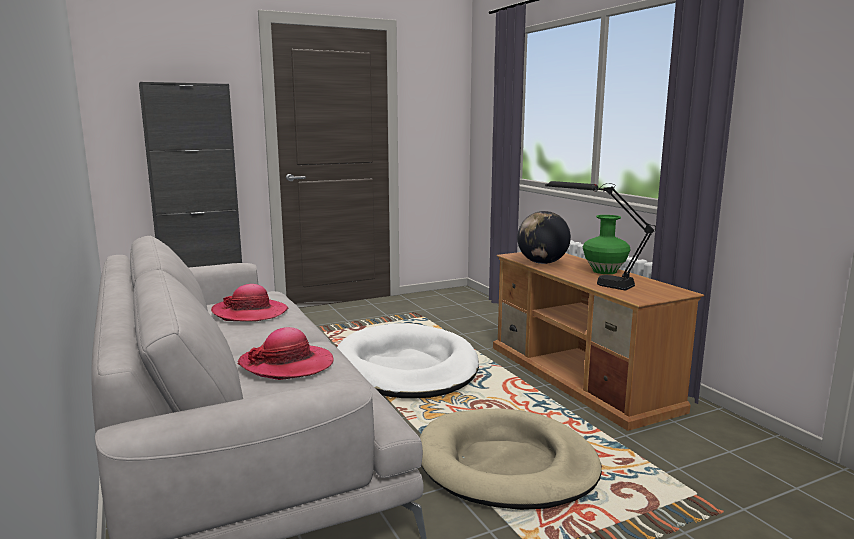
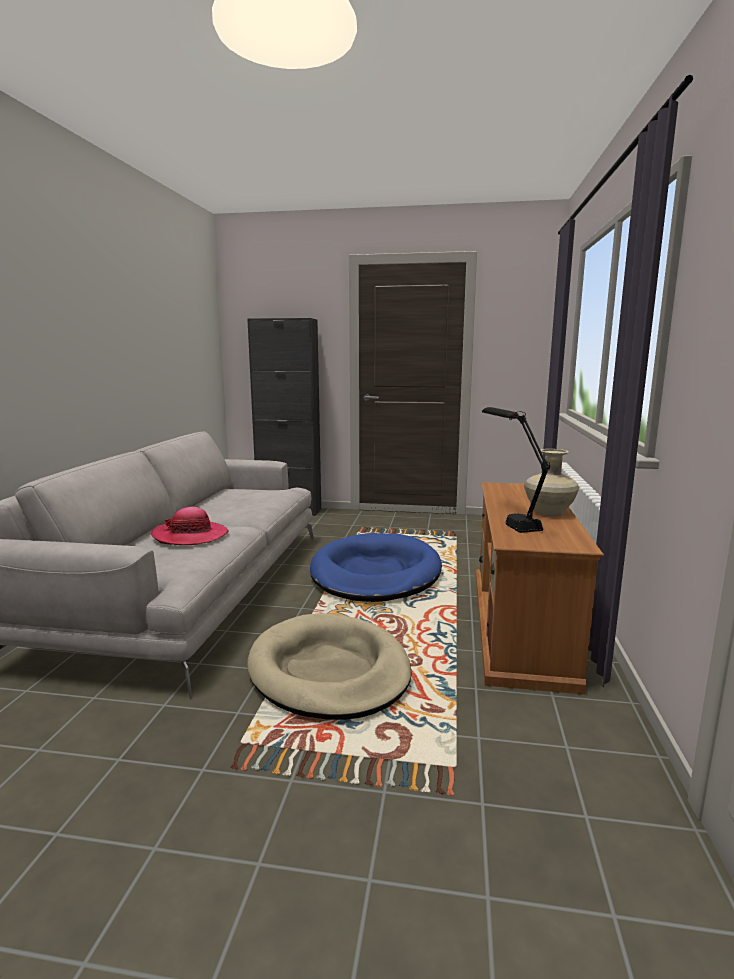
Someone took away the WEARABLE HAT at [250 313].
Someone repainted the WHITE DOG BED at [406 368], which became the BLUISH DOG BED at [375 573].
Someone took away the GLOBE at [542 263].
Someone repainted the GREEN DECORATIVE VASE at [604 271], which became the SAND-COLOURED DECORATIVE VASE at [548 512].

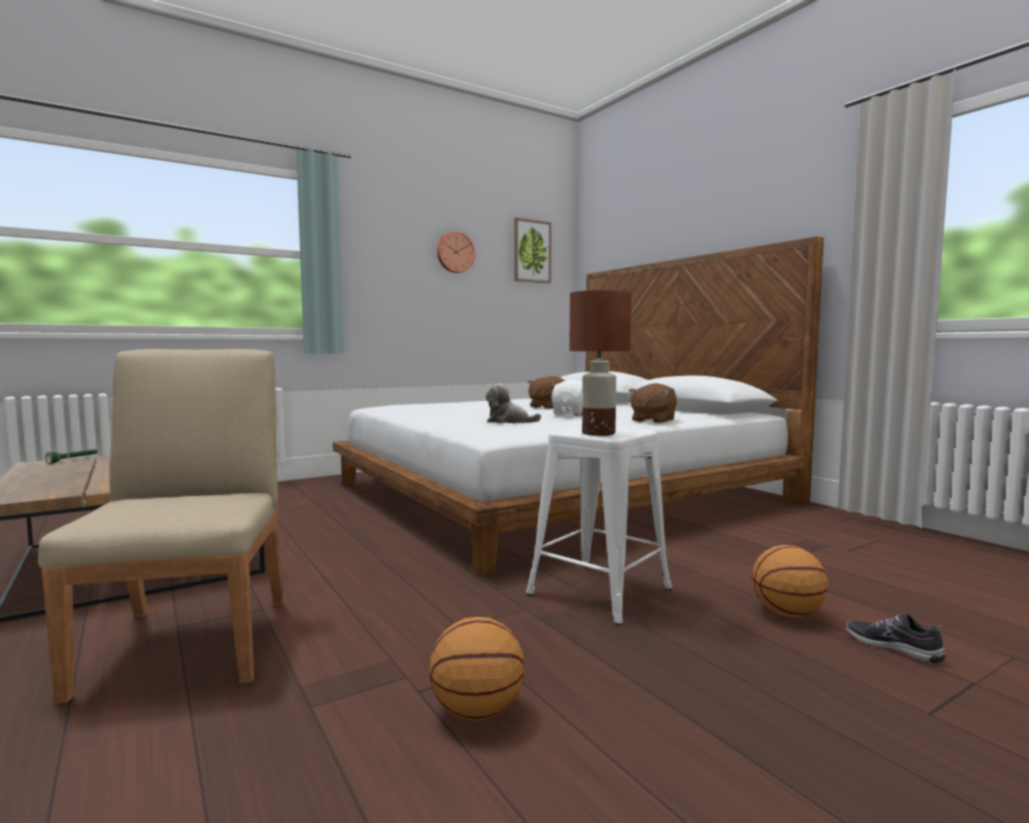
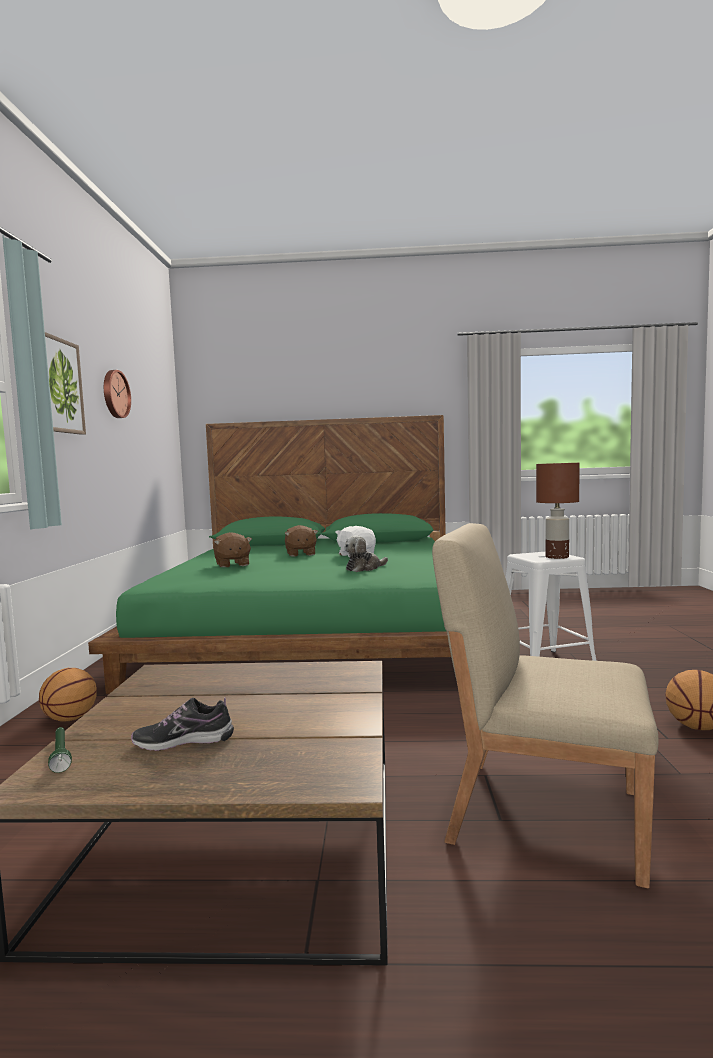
Someone repainted the WHITE BED at [555 492], which became the GREEN BED at [316 630].
Someone carried the WALL ART from [531 251] to [60 386].
Someone carried the BROWN-COLOURED PLUSH TOY from [652 420] to [232 565].
Someone carried the BASKETBALL BALL from [787 613] to [70 718].
Someone carried the LOW SHOE from [893 647] to [184 741].

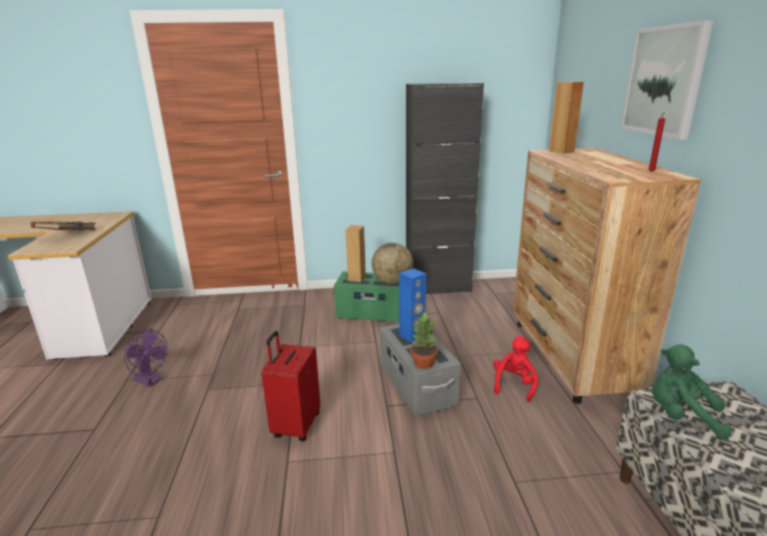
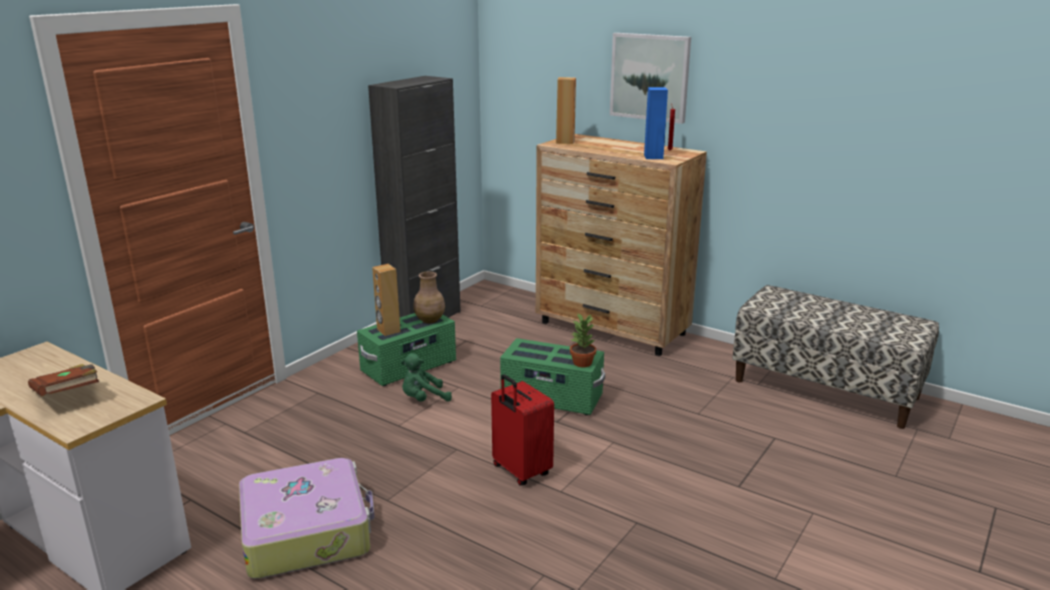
Someone swapped the PURPLE ELECTRIC FAN at [151 381] for the PIECE OF LUGGAGE at [307 531].
Someone swapped the GLOBE at [392 282] for the BROWN-COLOURED DECORATIVE VASE at [430 320].
Someone repainted the GRAY STORAGE BOX at [417 385], which became the GREEN STORAGE BOX at [552 398].
Someone carried the BLUISH SPEAKER from [412 335] to [654 157].
Someone took away the RED PLUSH TOY at [514 385].
Someone carried the GREEN PLUSH TOY from [681 416] to [423 399].

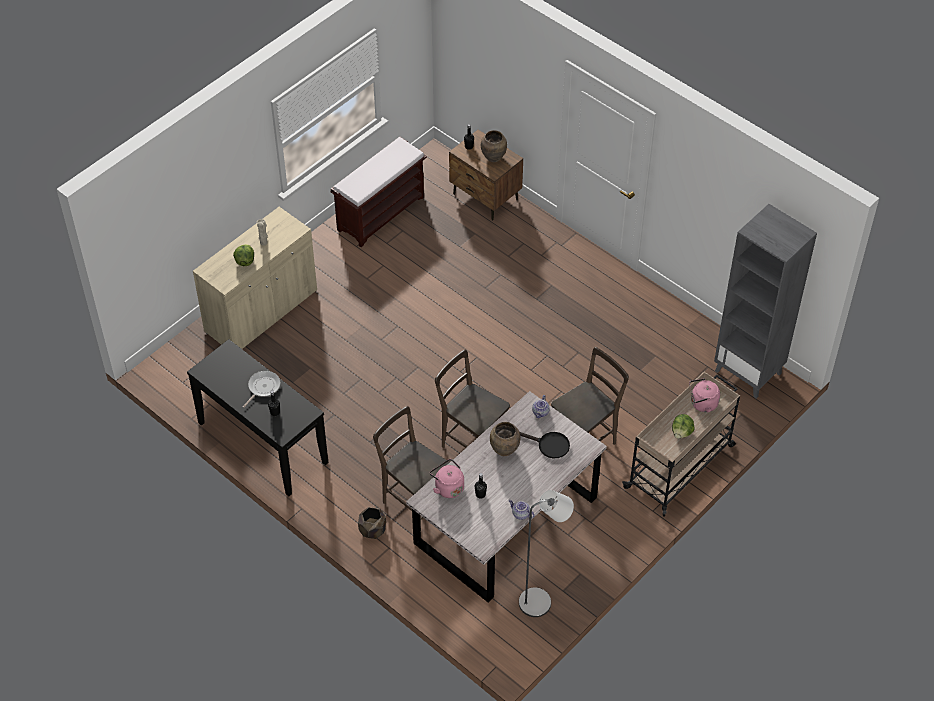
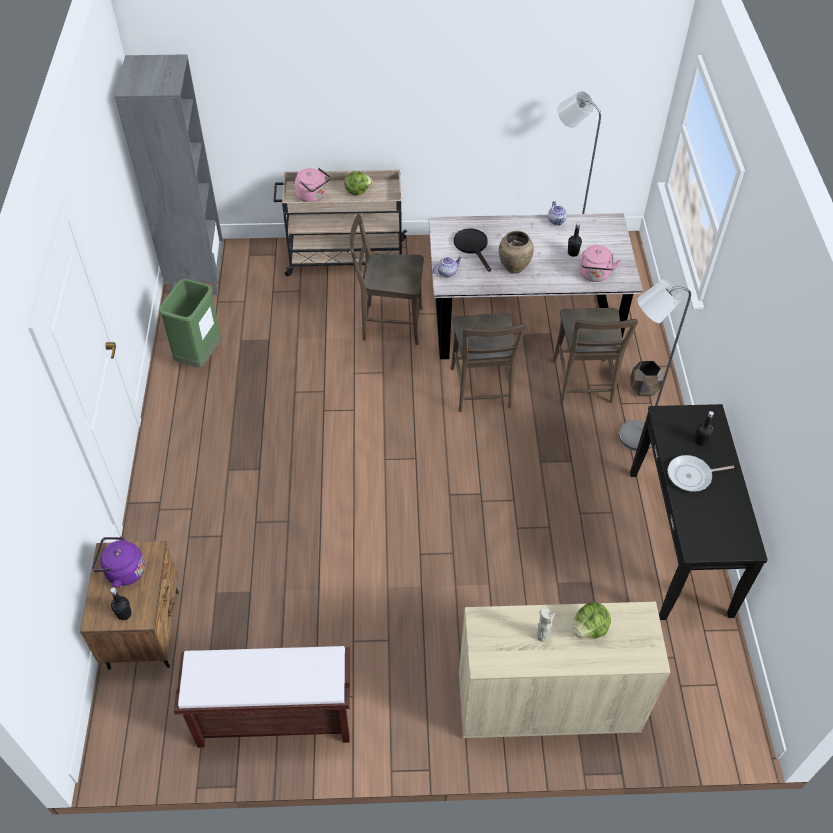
Someone swapped the BROWN-COLOURED DECORATIVE VASE at [494 158] for the PURPLE TEA KETTLE at [123 572].
Someone put down the GREEN TRASH CAN at [199 356].
Someone put down the GRAY STANDING LAMP at [629 437].

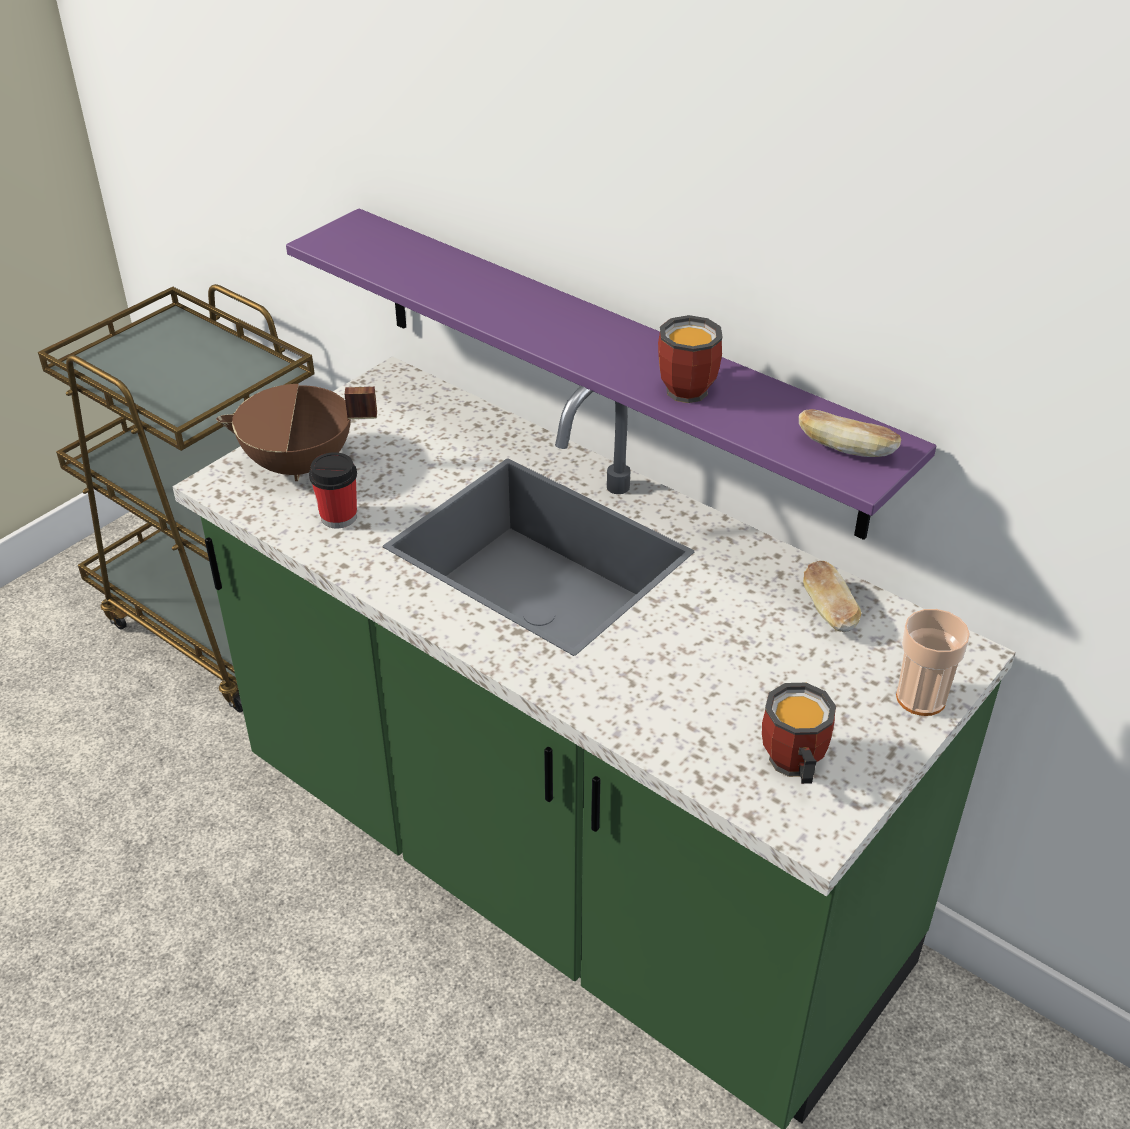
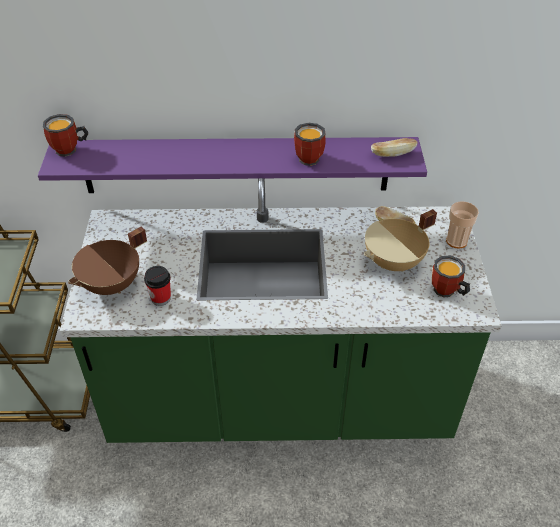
Someone put down the MUG at [70 150].
Someone put down the SAND-COLOURED COOKING POT at [394 263].

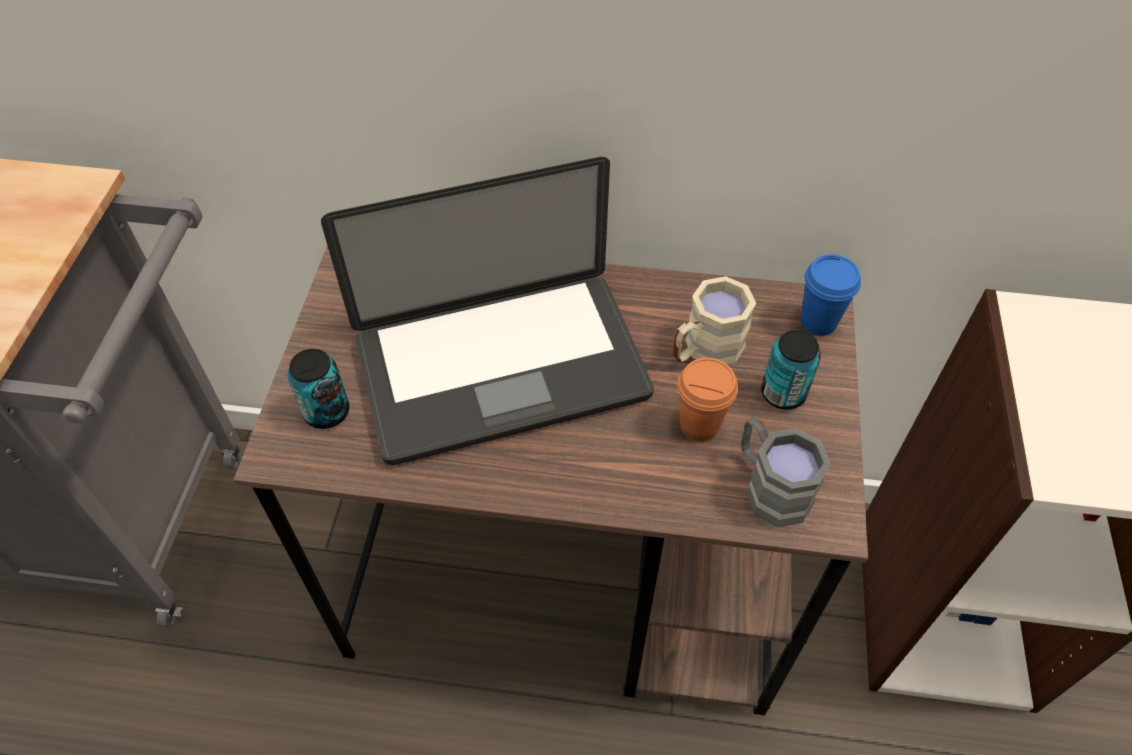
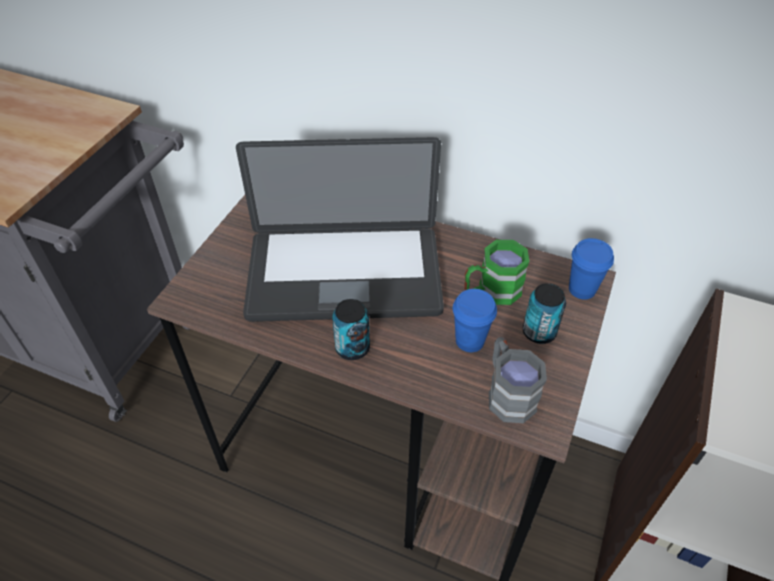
Someone carried the CAN from [327 412] to [352 348].
Someone repainted the SAND-COLOURED MUG at [704 350], which became the GREEN MUG at [491 291].
Someone repainted the ORANGEY CUP at [699 425], which became the BLUISH CUP at [469 341].

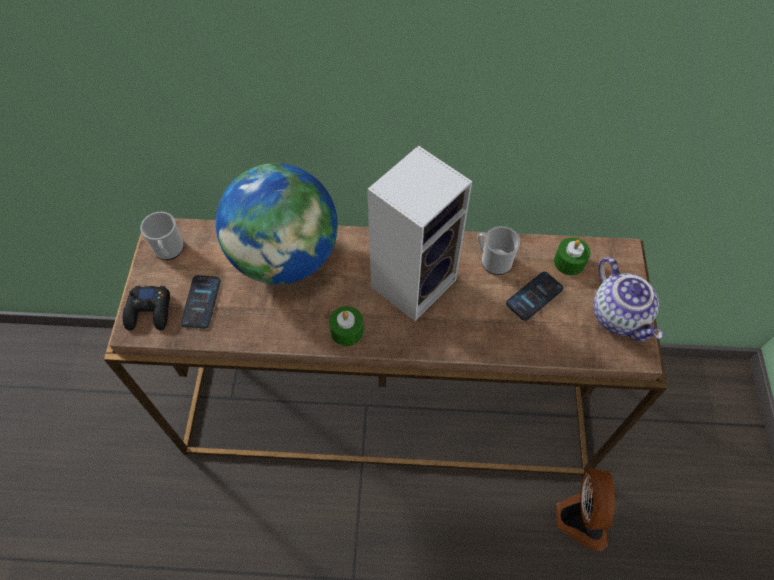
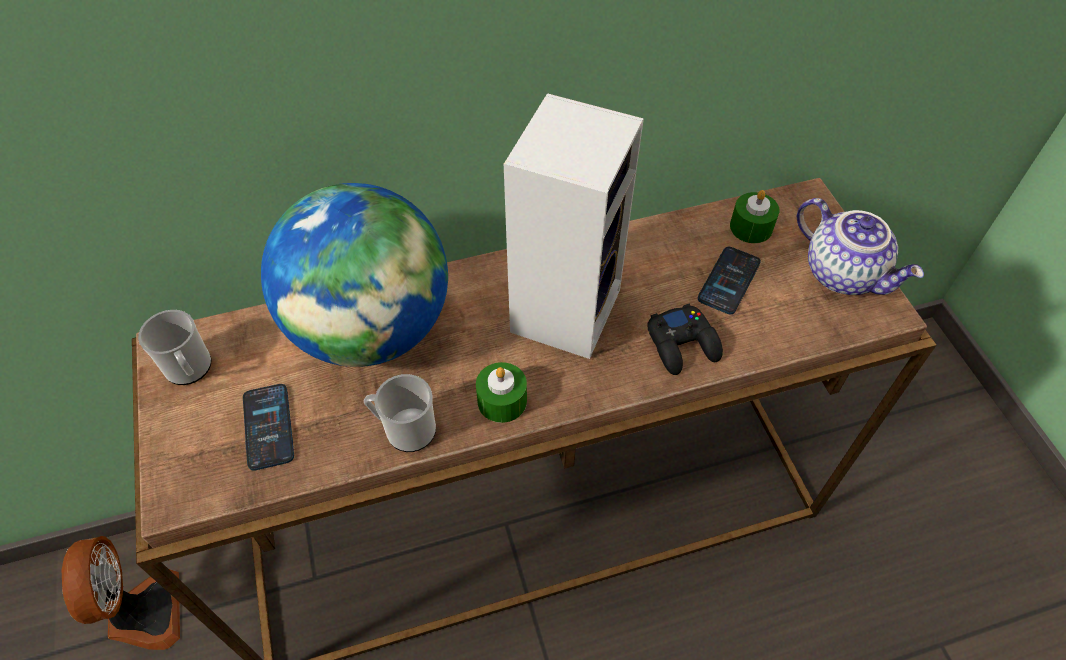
Someone carried the BLACKISH JOYPAD from [149 312] to [683 344].
Someone carried the MUG from [493 261] to [405 430].
Someone carried the ELECTRIC FAN from [580 518] to [144 613].

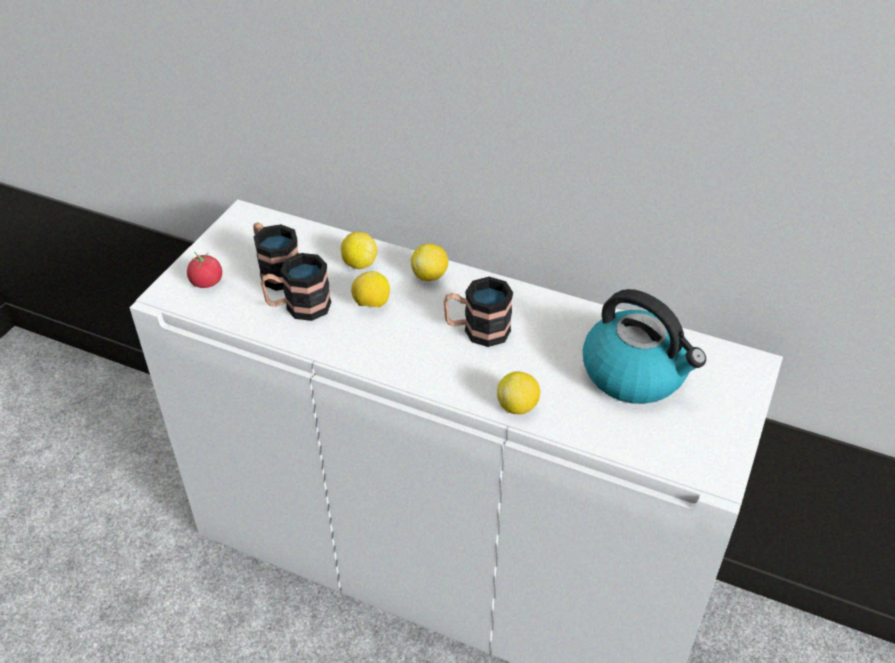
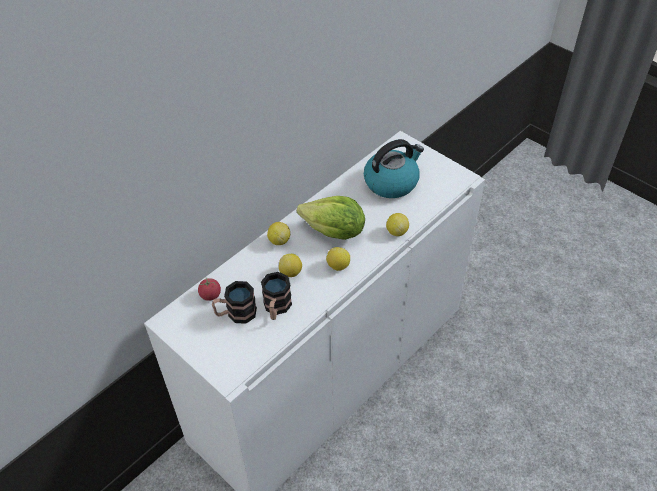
Someone carried the FRESH TOMATO from [207 282] to [210 295].
Someone carried the WHOLE LEMON from [359 263] to [338 266].
Someone swapped the MUG at [477 330] for the LETTUCE at [334 232].

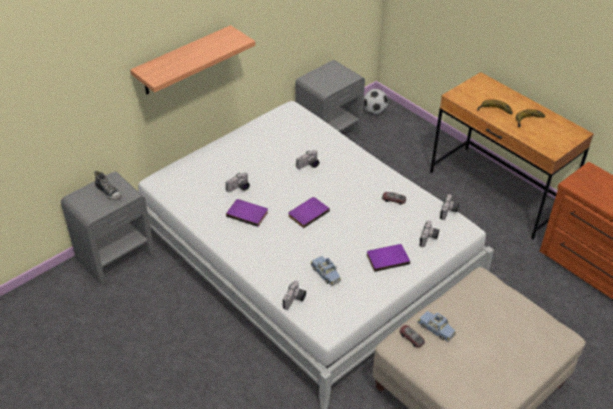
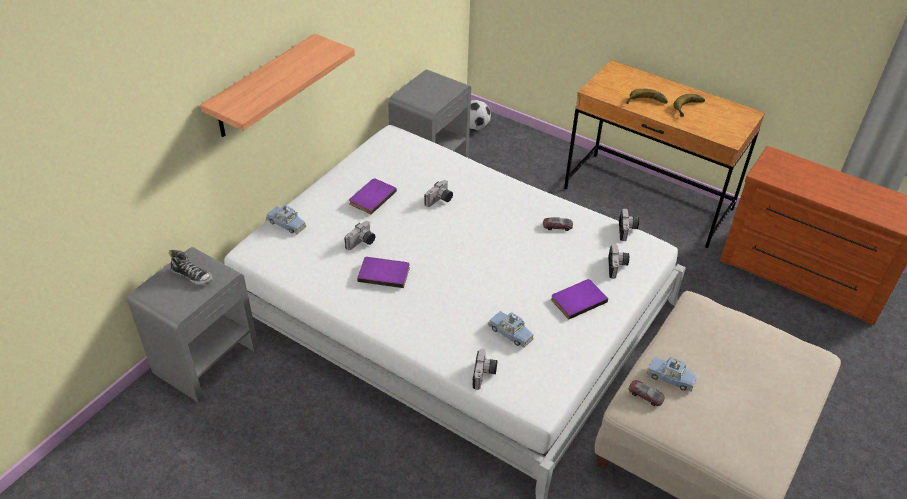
Someone carried the PURPLE BOOK from [307 213] to [371 197].
Someone put down the BLUISH MODEL CAR at [286 224].

